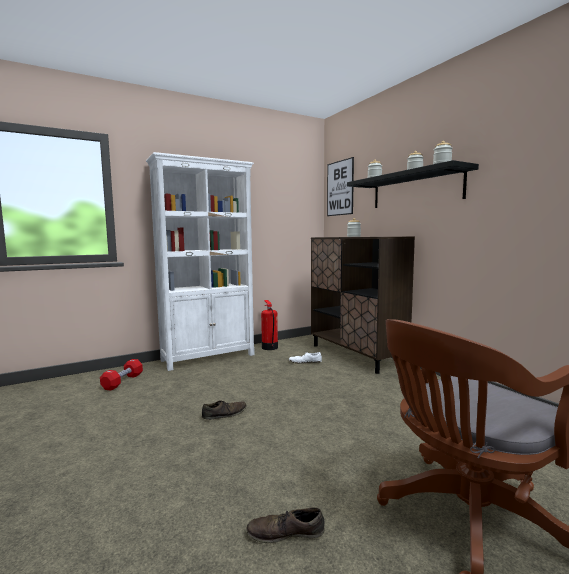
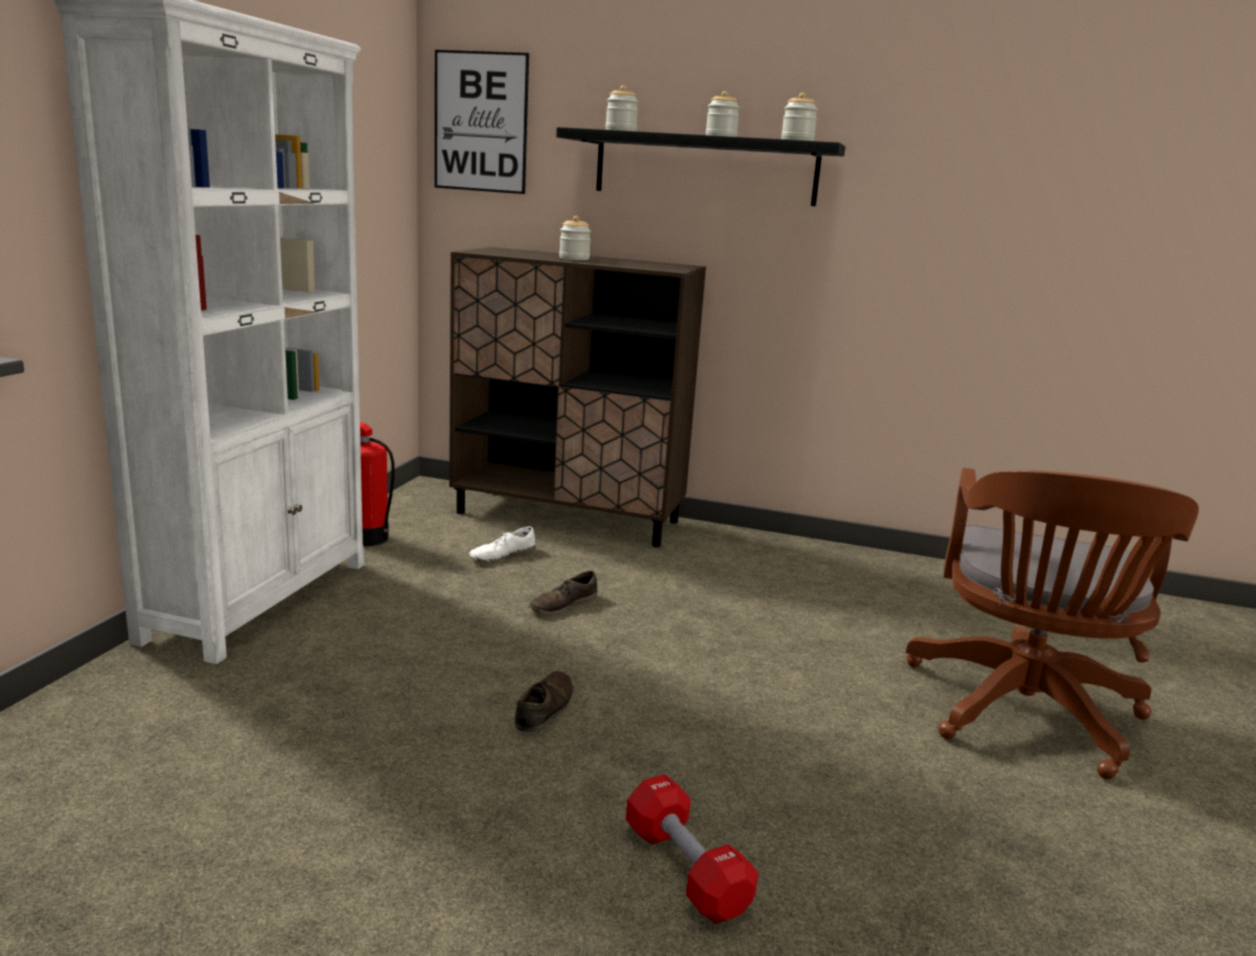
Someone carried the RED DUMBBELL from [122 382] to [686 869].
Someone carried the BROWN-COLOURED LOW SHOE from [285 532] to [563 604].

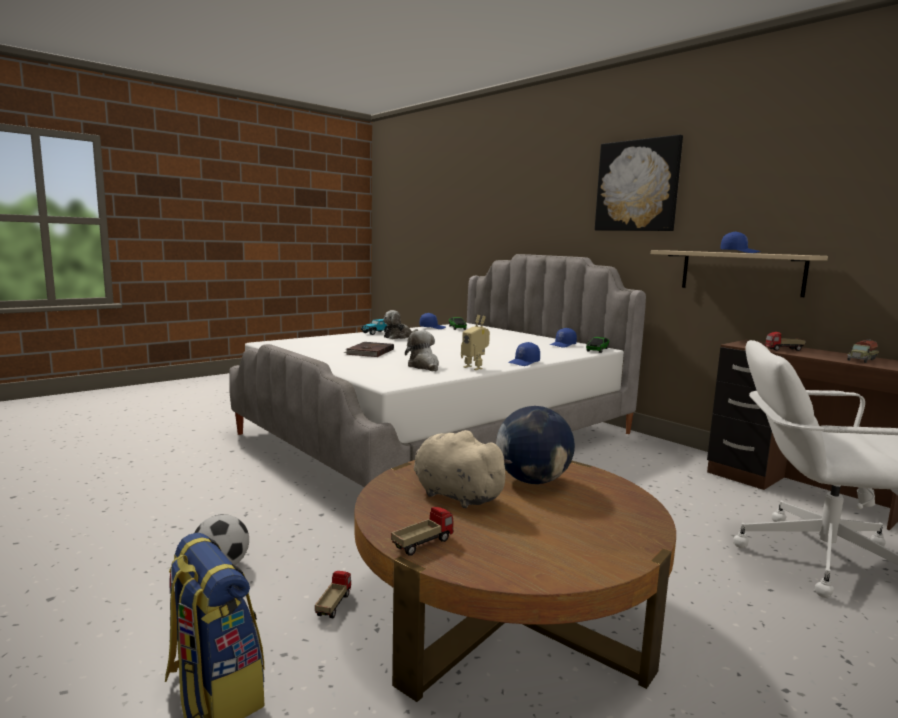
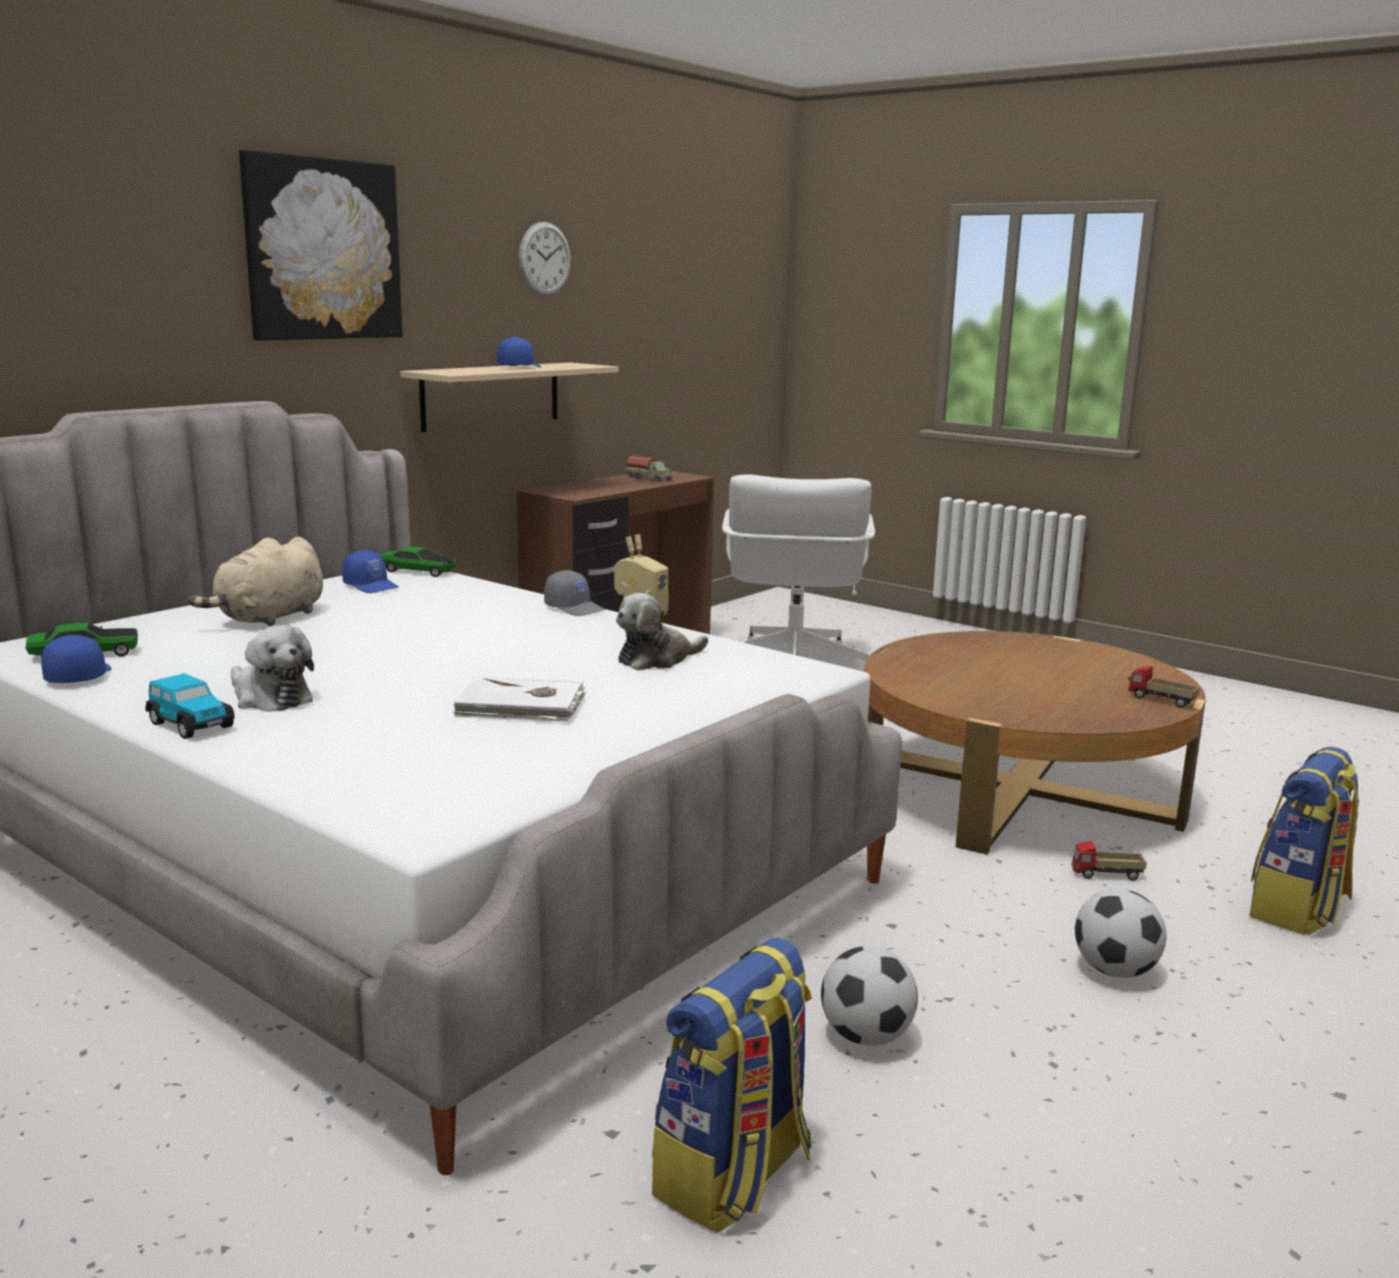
Someone repainted the BROWN-COLOURED BOOK at [369 352], which became the WHITE BOOK at [521 706].
Someone carried the SAND-COLOURED PLUSH TOY from [454 495] to [268 618].
Someone took away the GLOBE at [532 481].
Someone repainted the BLUISH BASEBALL CAP at [524 363], which became the GRAY BASEBALL CAP at [575 608].
Someone took away the TOY LORRY at [783 350].
Someone put up the WALL CLOCK at [544 259].
Someone put down the KNAPSACK at [734 1176].
Someone put down the BALL FOR FOOTBALL at [866 1037].

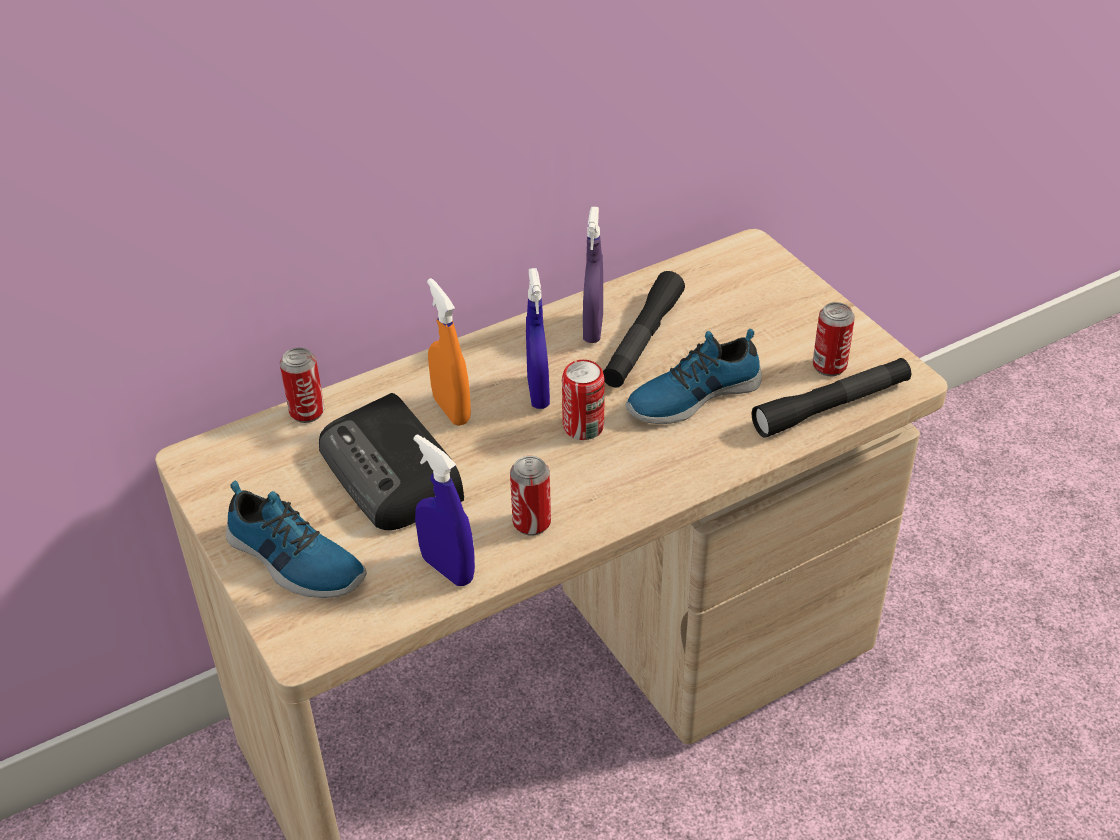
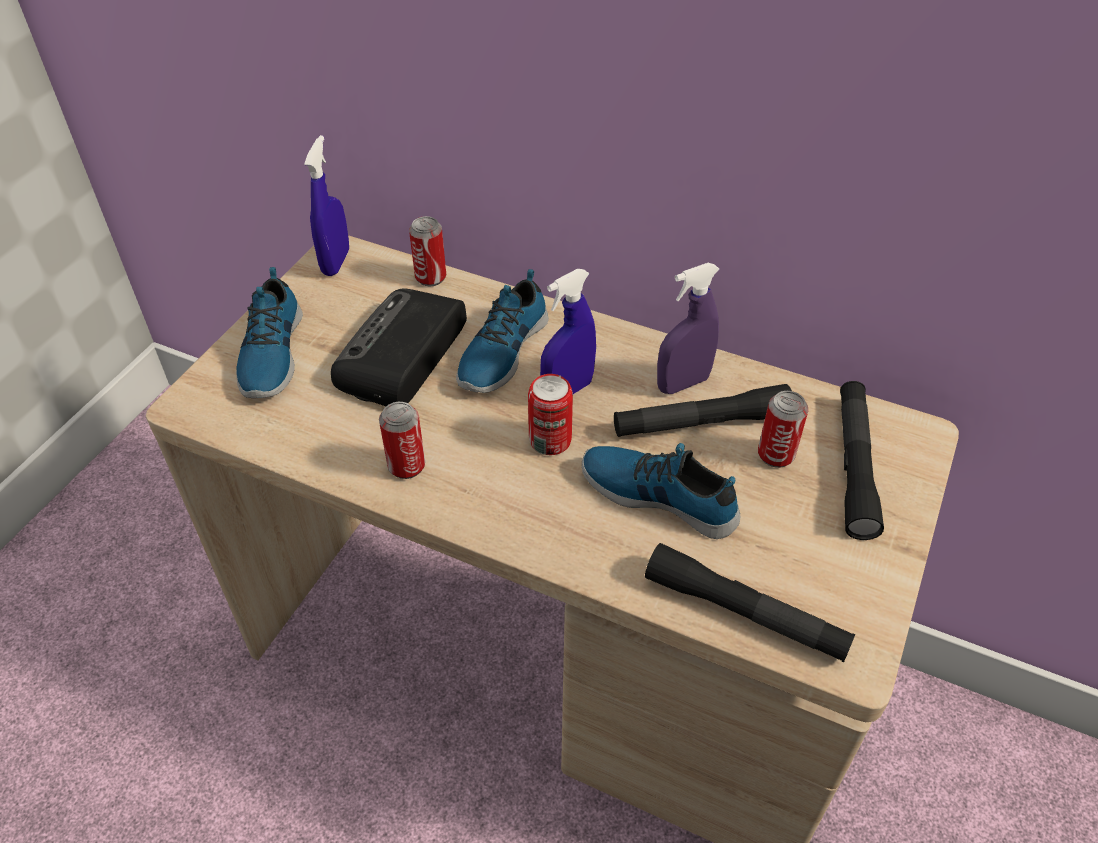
Someone carried the BLUISH SPRAYER from [447 569] to [336 262].
Someone swapped the ORANGEY SPRAYER at [451 410] for the LOW SHOE at [501 351].
Someone carried the CAN from [829 366] to [775 455].
Someone put down the BLACKISH FLASHLIGHT at [854 466].

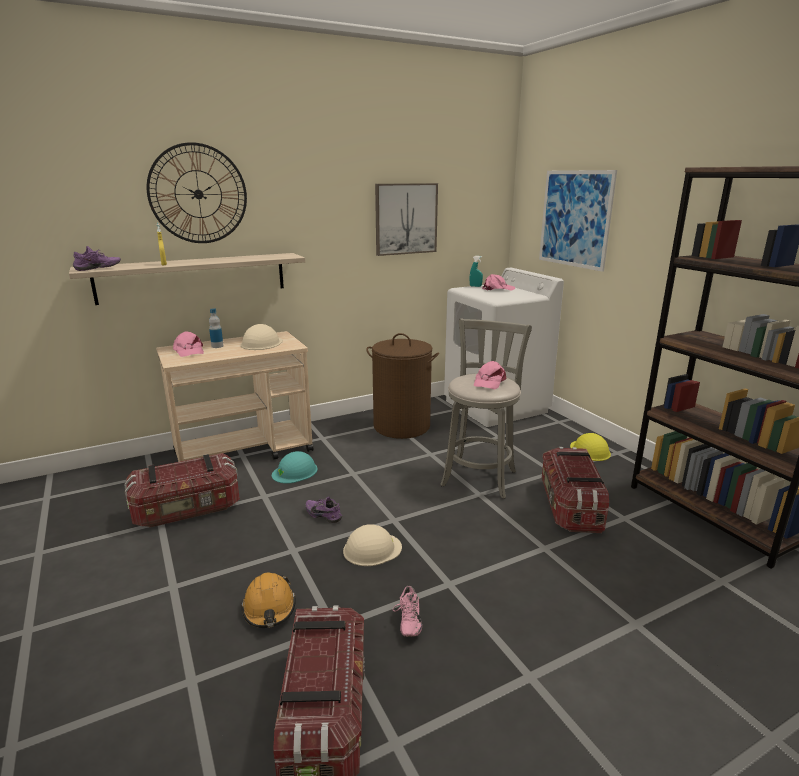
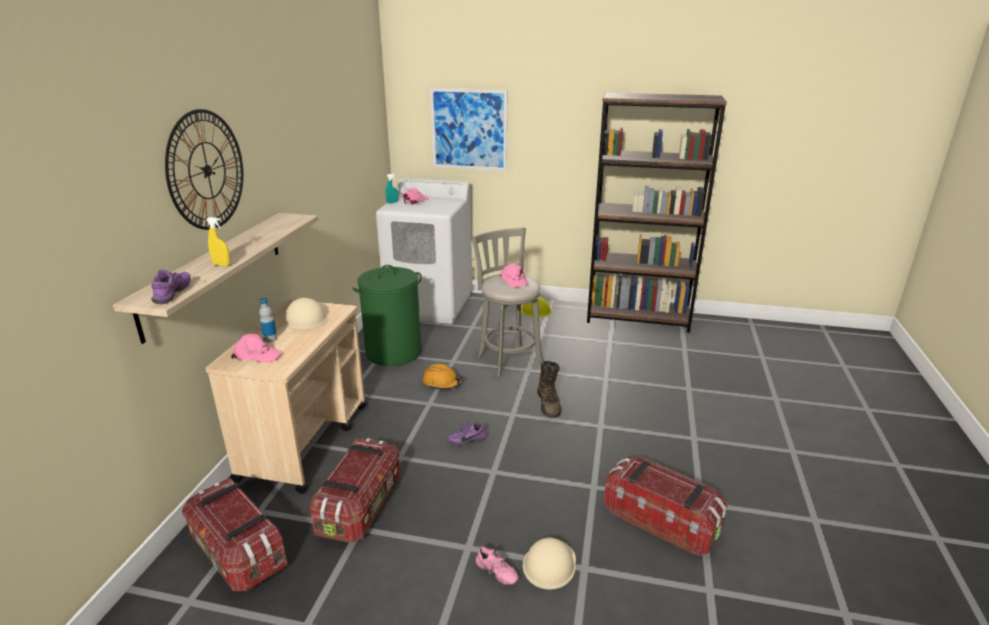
Someone carried the ORANGEY SAFETY HELMET from [269 608] to [442 383].
Someone took away the TURQUOISE SAFETY HELMET at [295 472].
Someone carried the SAND-COLOURED SAFETY HELMET from [372 549] to [549 564].
Someone repainted the BROWN-COLOURED HAMPER at [402 426], which became the GREEN HAMPER at [393 352].
Someone took away the WALL ART at [406 219].
Someone carried the PINK LOW SHOE from [407 622] to [495 574].
Someone carried the STORAGE BOX from [570 506] to [238 553].
Someone put down the BROWN-COLOURED BOOT at [549 404].

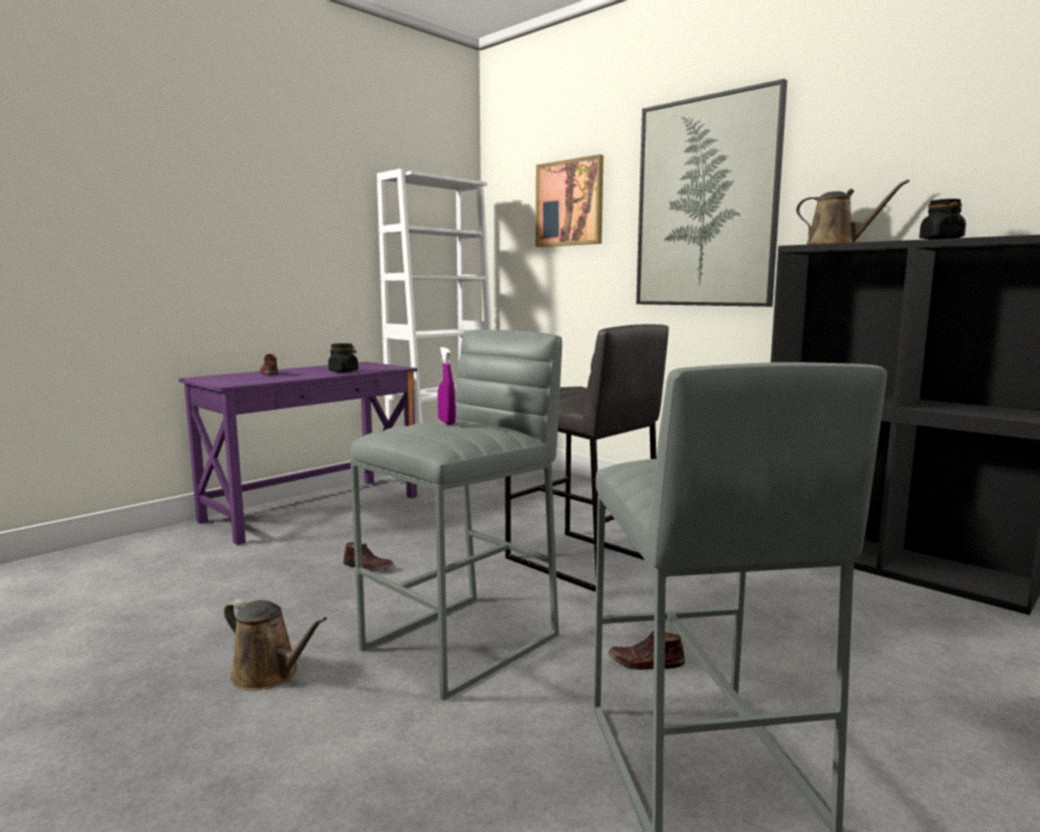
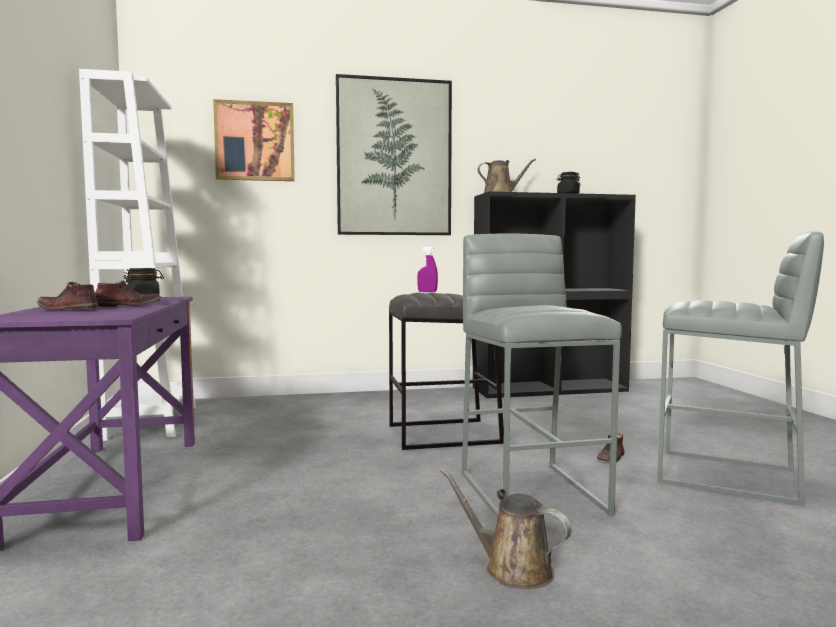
Someone rotated the BROWN-COLOURED WATERING POT at [269 674] by 120 degrees counterclockwise.
Someone carried the BROWN-COLOURED LOW SHOE from [368 566] to [128 306].
Someone carried the PURPLE SPRAYER from [446 422] to [427 292].

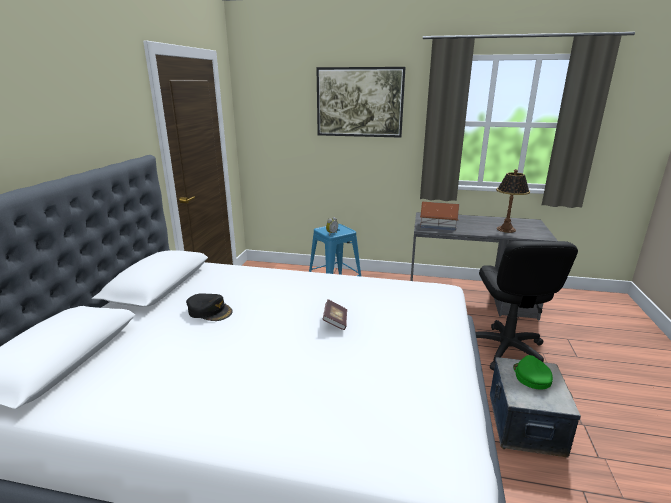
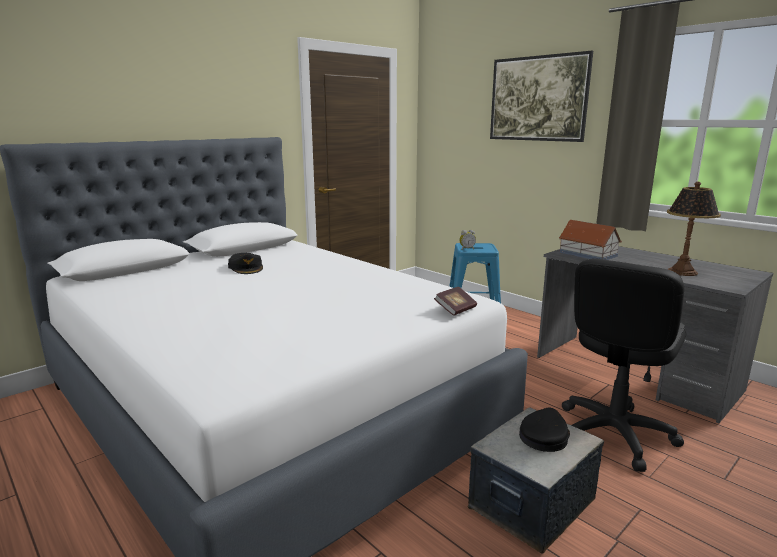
Someone carried the BOOK from [335 321] to [455 310].
Someone repainted the GREEN BASEBALL CAP at [531 376], which became the BLACKISH BASEBALL CAP at [544 436].

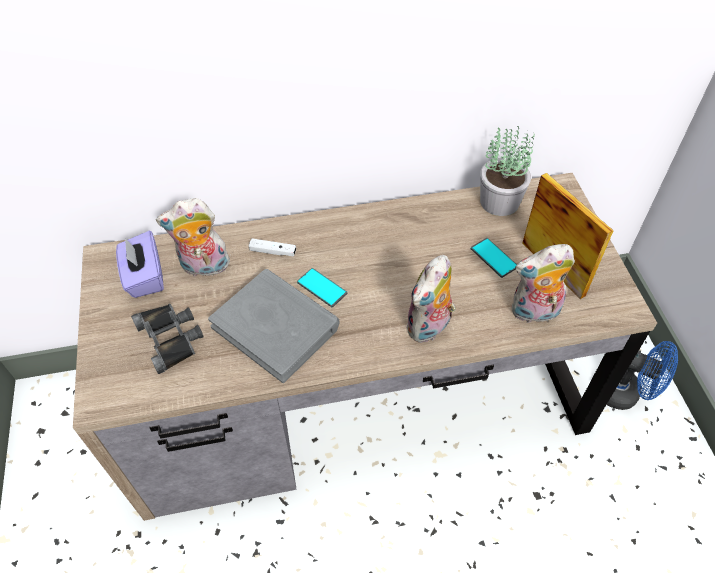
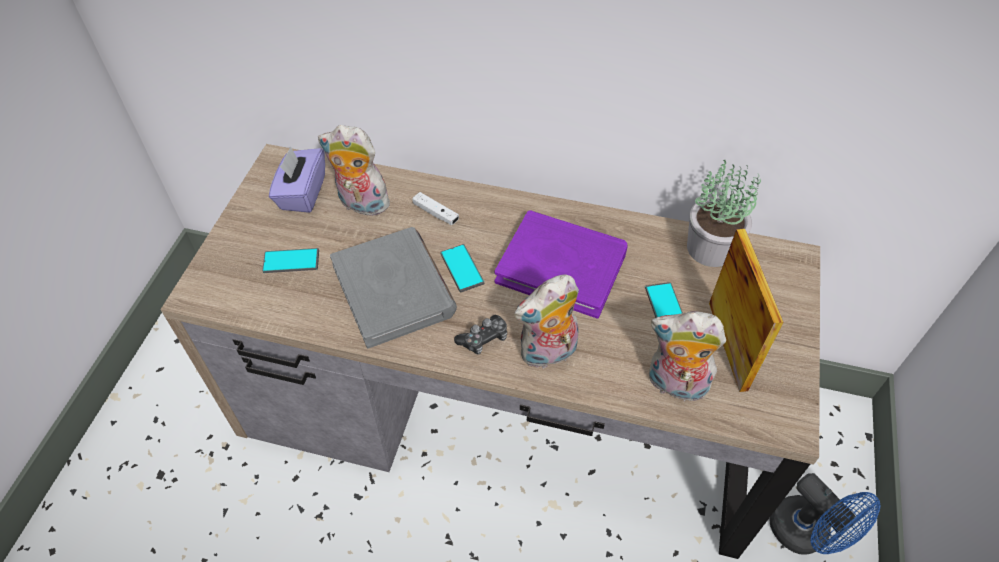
Someone swapped the BLACKISH PAIR OF BINOCULARS at [171 338] for the PHONE at [291 261].
Someone put down the JOYPAD at [483 339].
Someone put down the PURPLE BOOK at [562 266].

